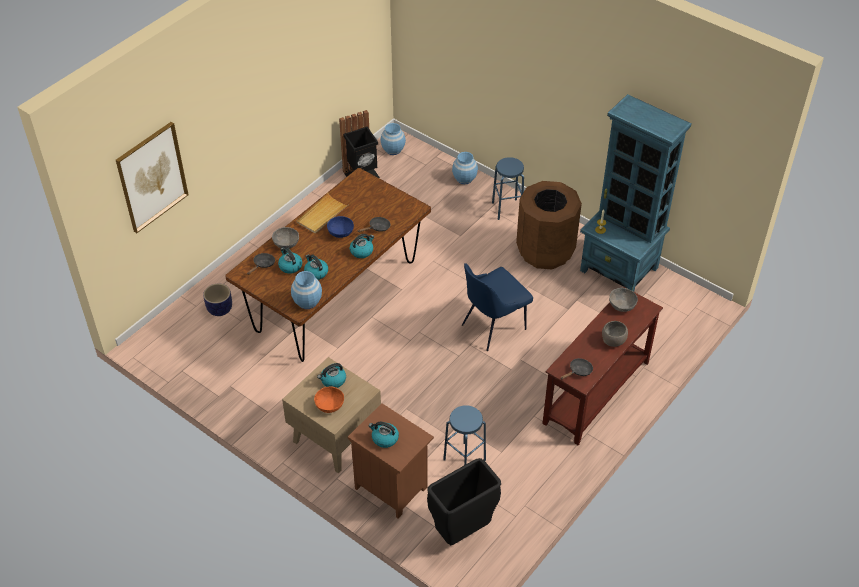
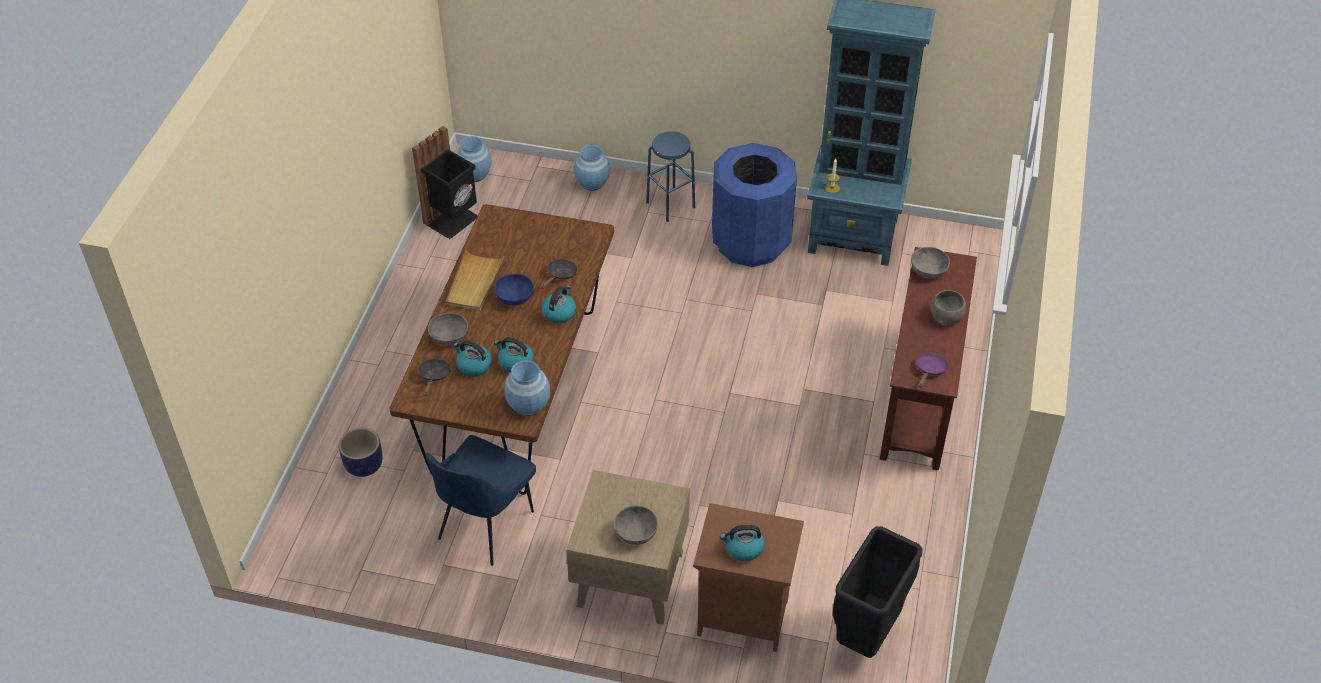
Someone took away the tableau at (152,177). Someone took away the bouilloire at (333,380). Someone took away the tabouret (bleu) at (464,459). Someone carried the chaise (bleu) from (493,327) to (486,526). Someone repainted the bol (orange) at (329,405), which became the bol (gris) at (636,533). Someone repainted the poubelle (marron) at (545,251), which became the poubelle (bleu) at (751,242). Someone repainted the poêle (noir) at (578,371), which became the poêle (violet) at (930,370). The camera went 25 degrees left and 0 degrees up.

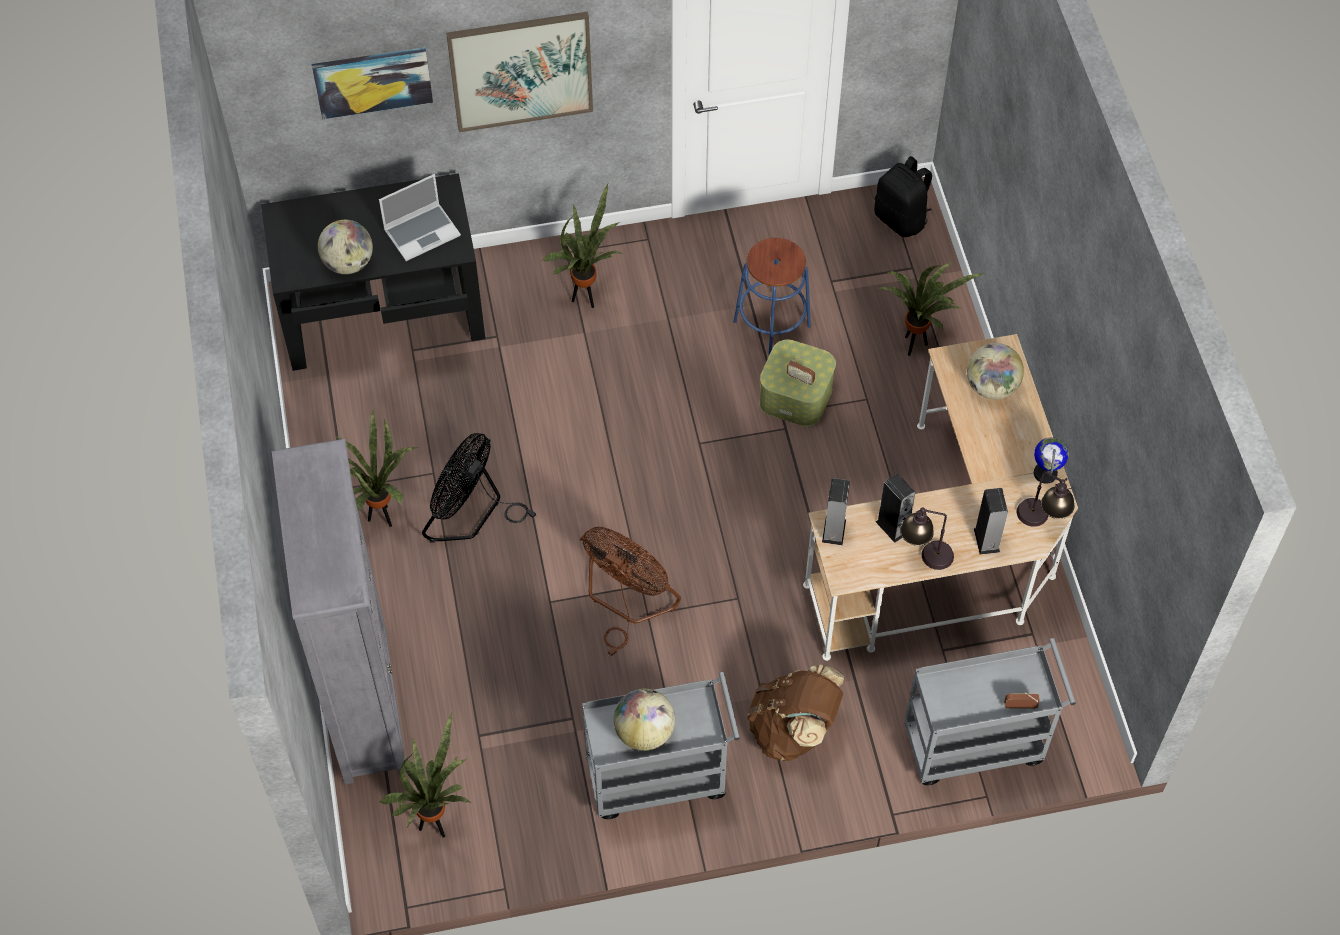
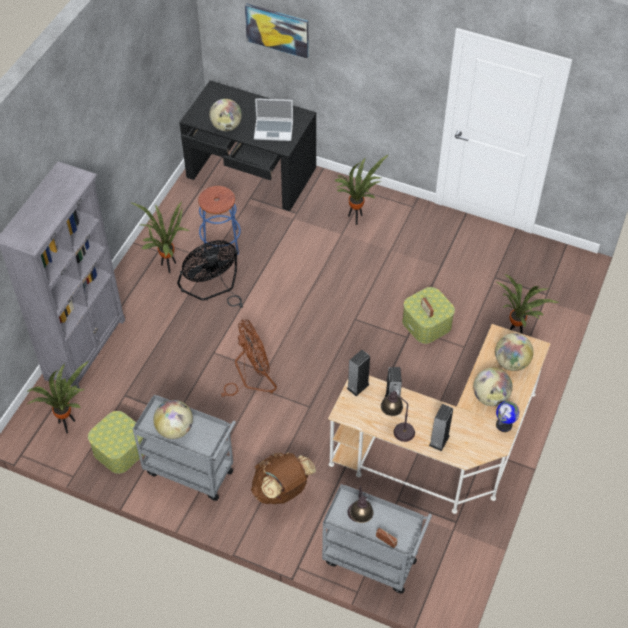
Someone took away the tableau at (521,70). Someone took away the sac à dos (noir) at (901,219). Someone put down the boîte de rangement at (119,450). Someone put down the globe at (490,397). Someone carried the tabouret (bleu) from (772,324) to (221,242). Someone carried the lampe de table from (1041,521) to (359,520). The camera went 35 degrees right and 5 degrees down.

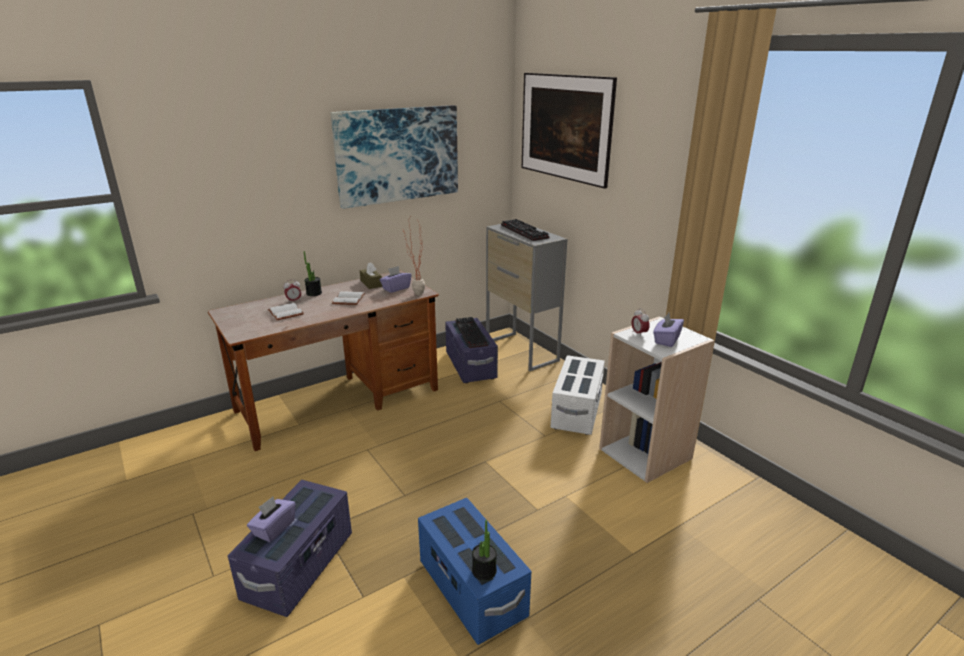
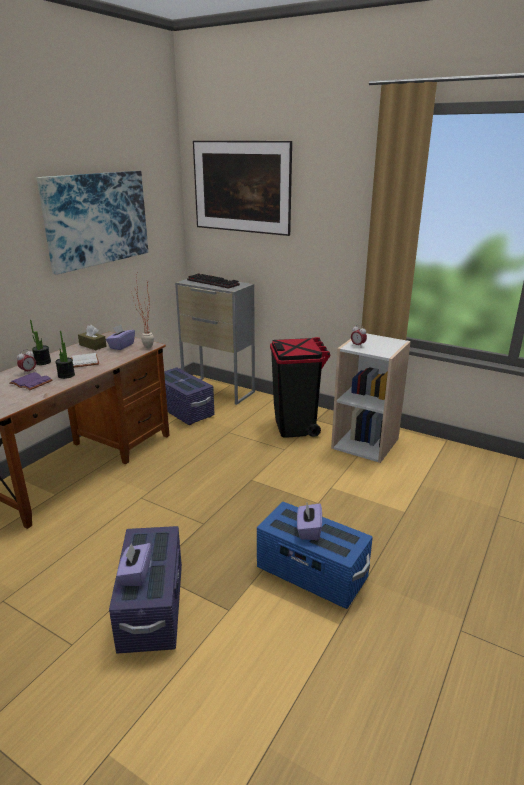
Someone took away the clavier at (469,333). Someone carried the plante en pot from (484,571) to (66,375). Someone carried the boîte à mouchoirs (violet) from (666,340) to (308,530). Someone swapped the boîte de rangement (blanc) at (577,411) for the poubelle (noir) at (295,426). Someone repainted the livre (blanc) at (284,313), which became the livre (violet) at (30,383). The camera went 25 degrees left and 0 degrees up.

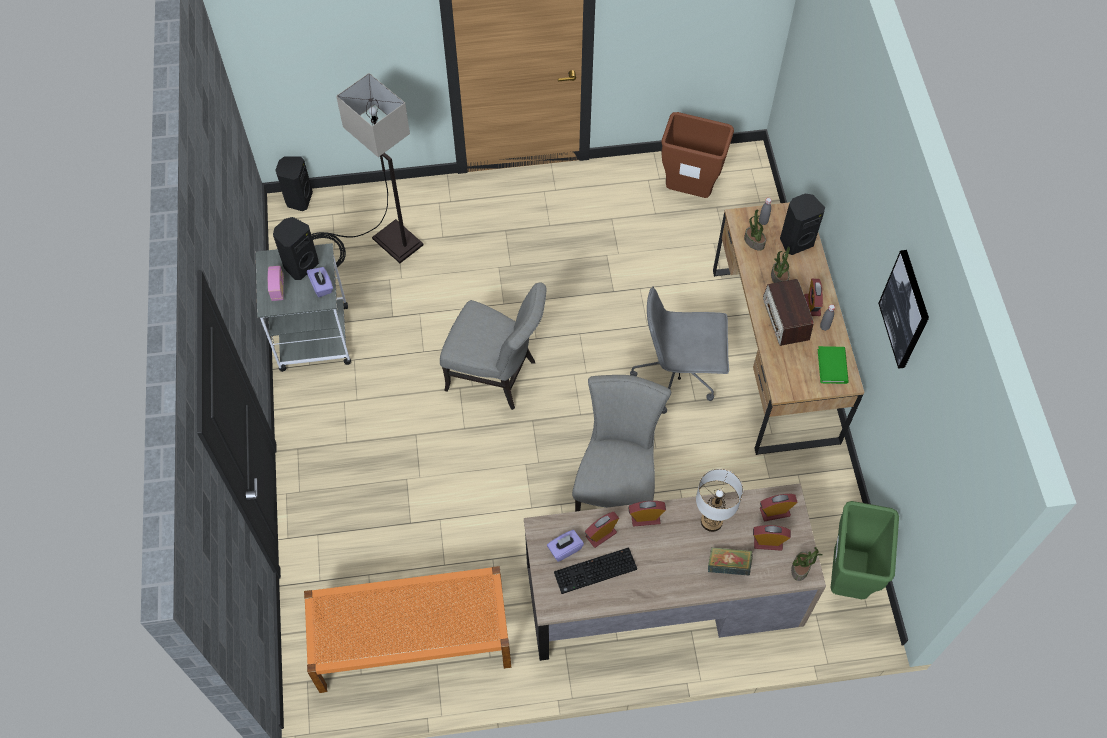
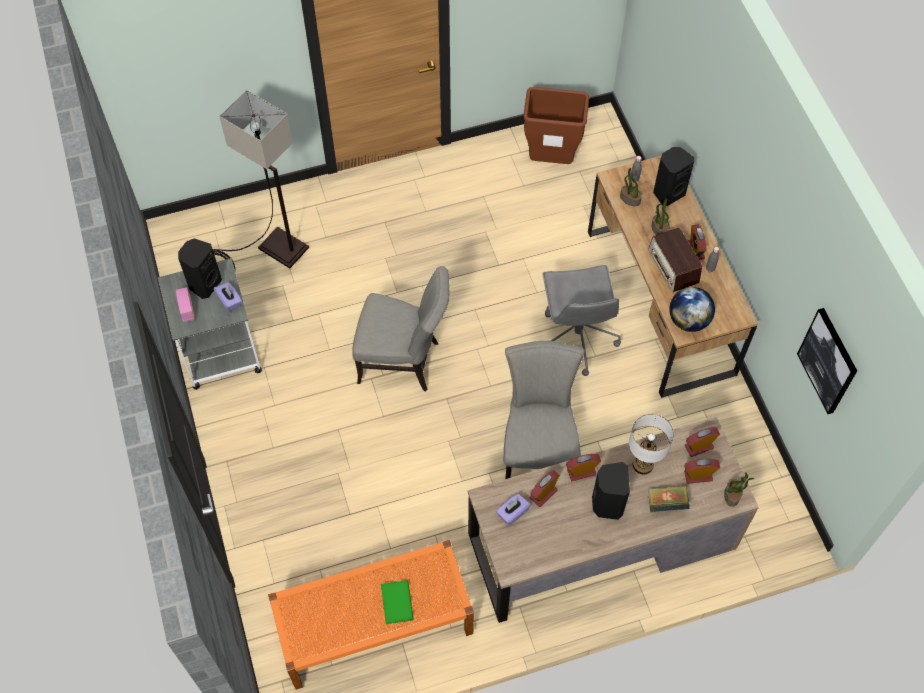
Someone took away the clavier at (595,572). Someone took away the poubelle (vert) at (847,579). Someone put down the globe at (688,320). Someone carried the enceinte (noir) from (298,199) to (606,504). Someone carried the livre (vert) from (832,366) to (397,603). Someone carried the tableau from (905,309) to (828,361). Someone rotated the chaise de bureau (gris) at (679,377) by 90 degrees counterclockwise. The camera went 10 degrees left and 0 degrees up.

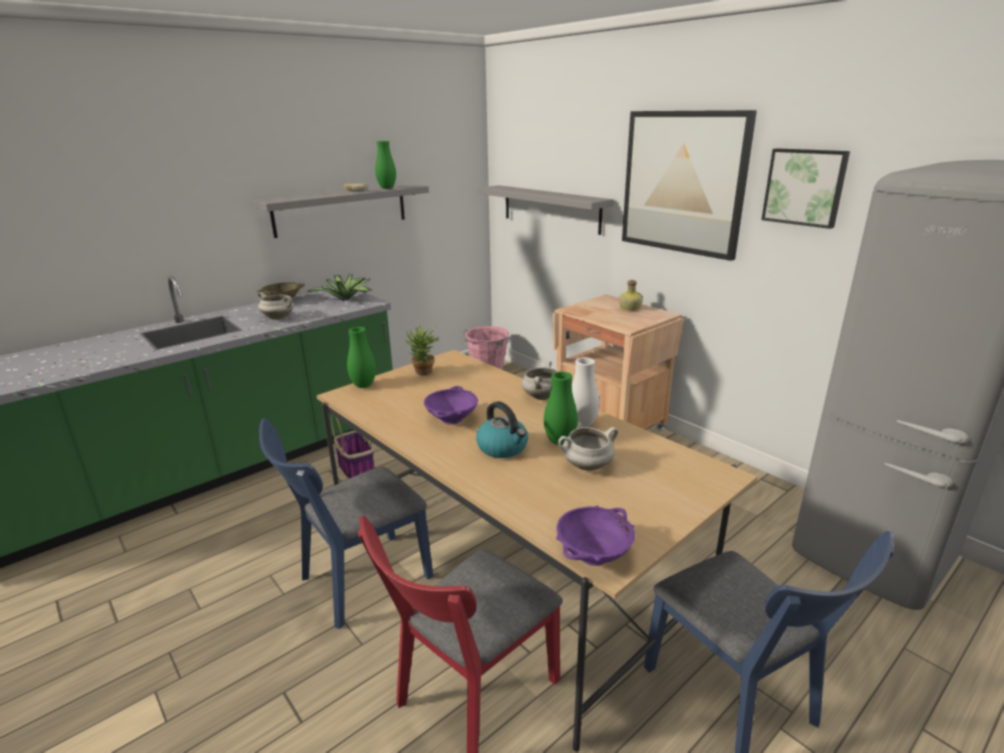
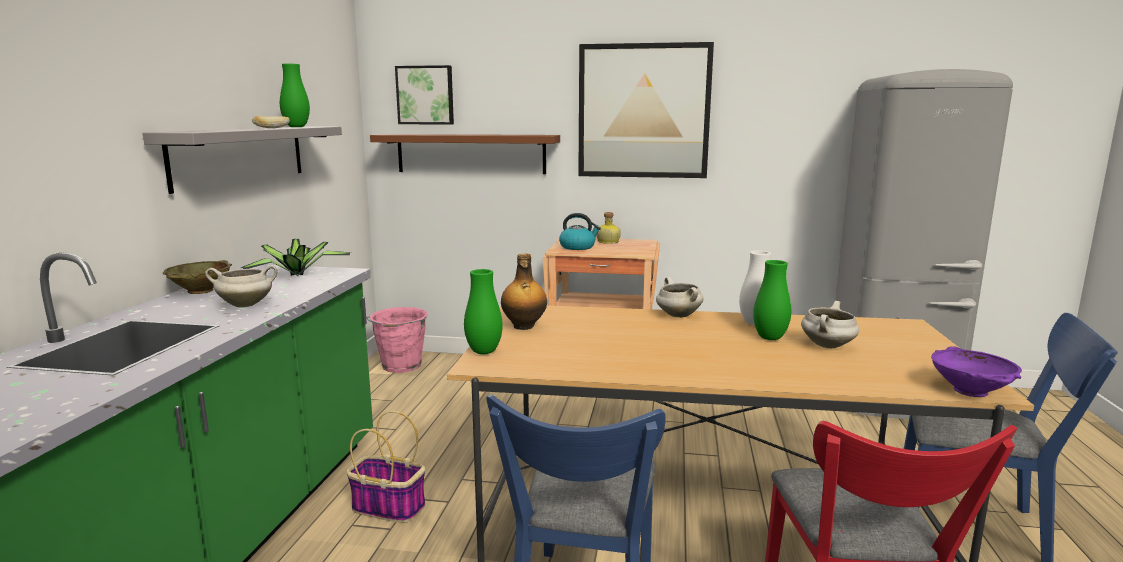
Someone took away the bol (violet) at (451,419). Someone carried the bouilloire from (503,448) to (578,247). Someone carried the tableau from (805,187) to (425,95). Someone swapped the plante en pot at (424,373) for the bouteille at (523,326). Someone repainted the étagère (gris) at (550,208), which became the étagère (marron) at (471,153). The camera went 40 degrees left and 10 degrees down.

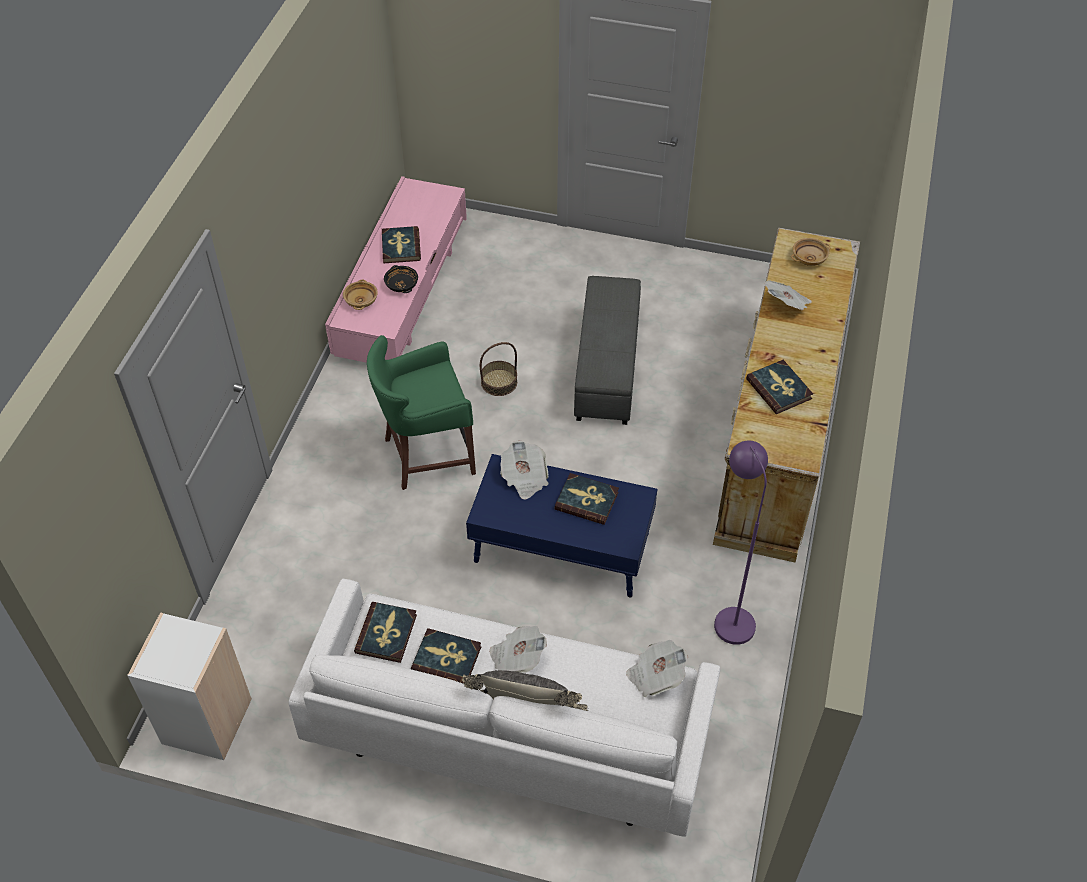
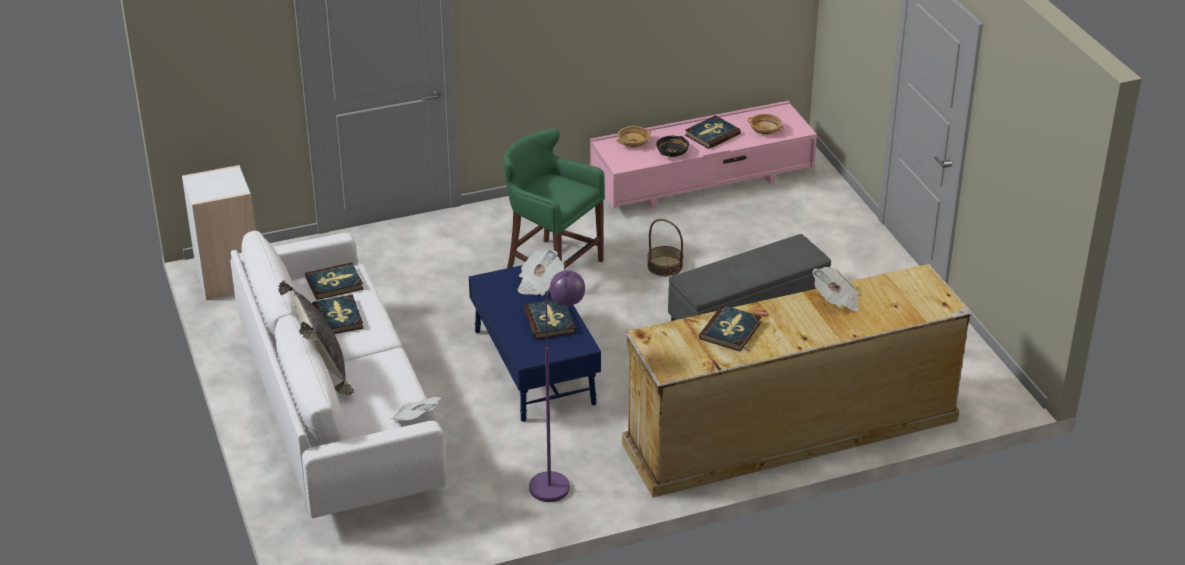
Someone took away the journal at (517,658). Someone carried the bol (beige) from (809,258) to (765,130). The camera went 55 degrees right and 15 degrees down.

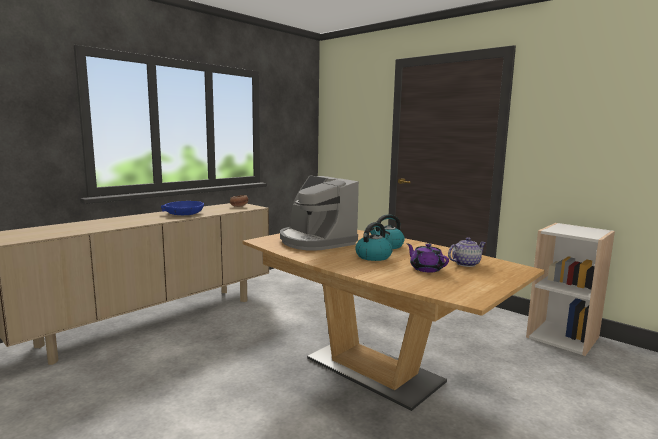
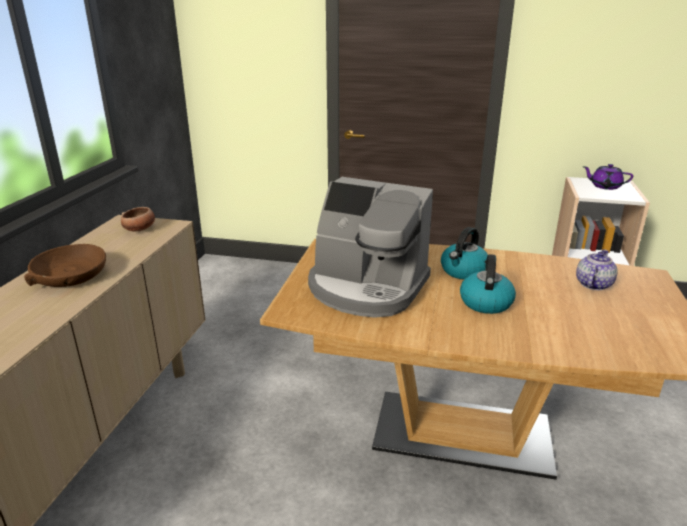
Someone carried the théière (violet) from (426,269) to (605,186). Someone repainted the bol (bleu) at (184,213), which became the bol (marron) at (71,276). The camera went 30 degrees left and 15 degrees up.

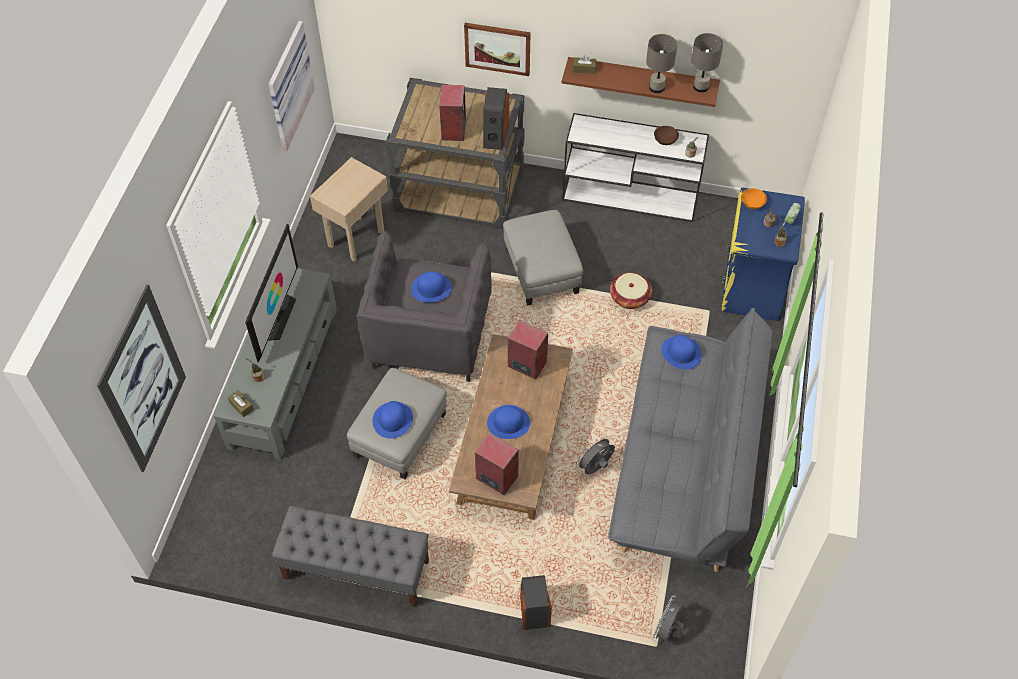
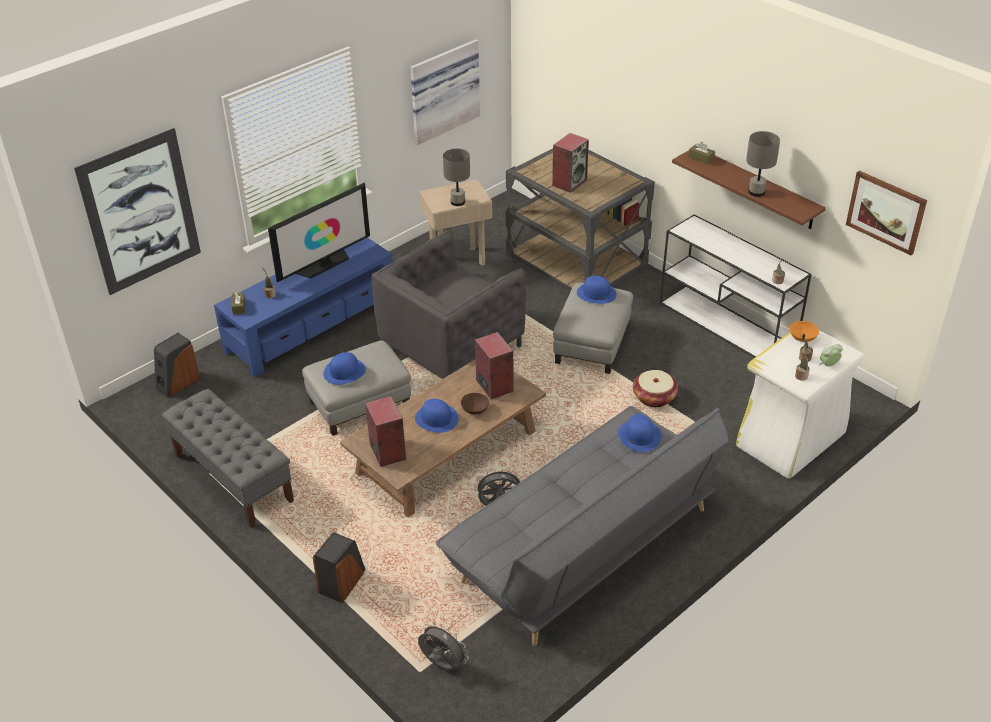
Someone carried the chapeau (bleu) from (431,288) to (596,293). Someone carried the tableau from (497,48) to (886,212). Someone carried the enceinte from (495,135) to (178,383). Someone carried the bol (marron) from (665,140) to (475,409). Someone carried the lampe de table (gris) from (701,87) to (458,202). Someone repainted the meuble télé (gris) at (285,377), which became the meuble télé (bleu) at (312,326). Someone repainted the table de chevet (bleu) at (753,283), which became the table de chevet (blanc) at (789,438). Someone rotated the ventilateur (gris) at (667,630) by 60 degrees clockwise. The camera went 35 degrees right and 15 degrees down.

